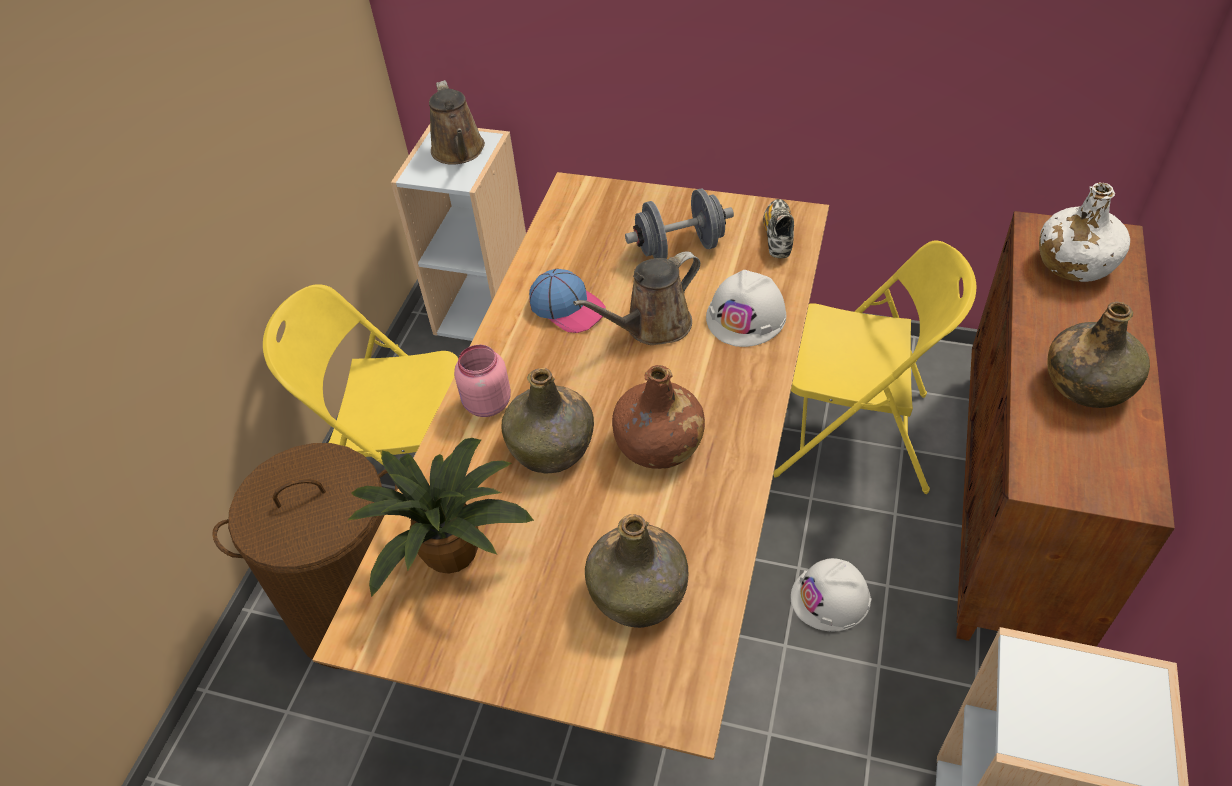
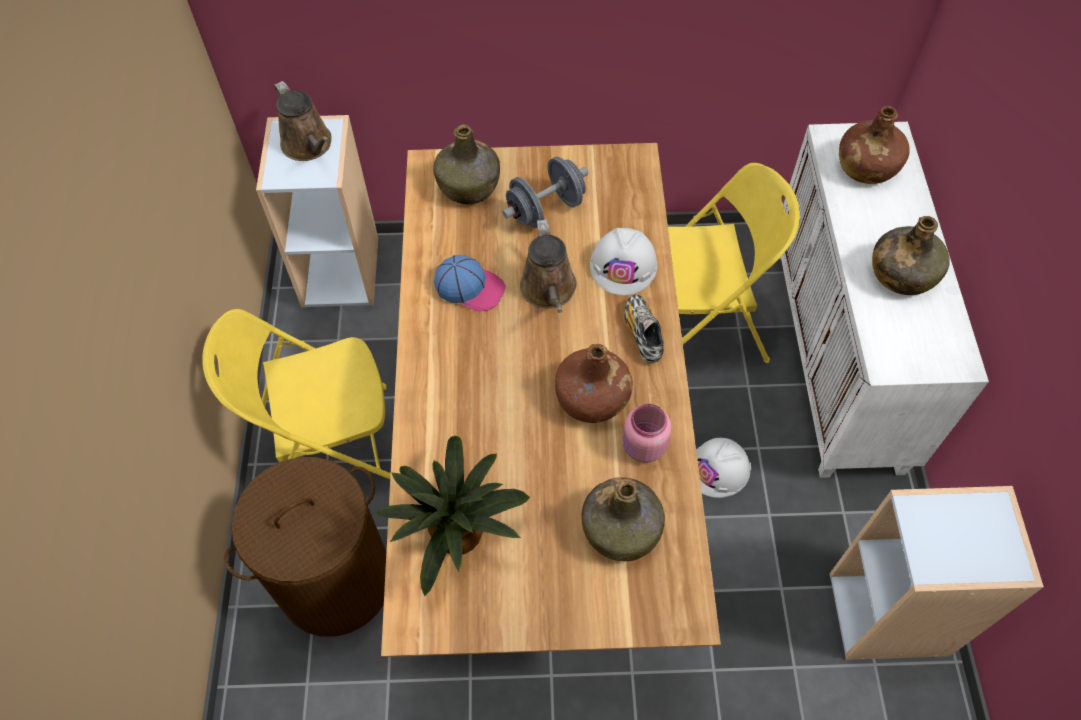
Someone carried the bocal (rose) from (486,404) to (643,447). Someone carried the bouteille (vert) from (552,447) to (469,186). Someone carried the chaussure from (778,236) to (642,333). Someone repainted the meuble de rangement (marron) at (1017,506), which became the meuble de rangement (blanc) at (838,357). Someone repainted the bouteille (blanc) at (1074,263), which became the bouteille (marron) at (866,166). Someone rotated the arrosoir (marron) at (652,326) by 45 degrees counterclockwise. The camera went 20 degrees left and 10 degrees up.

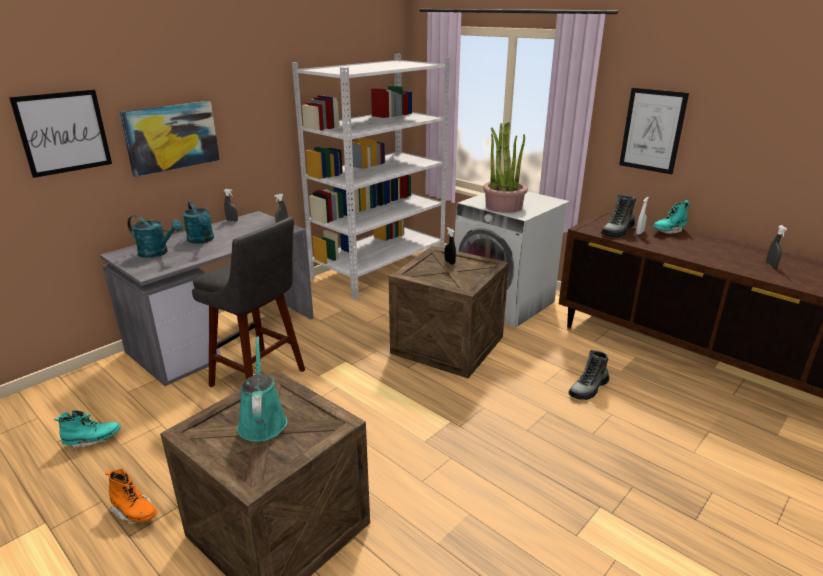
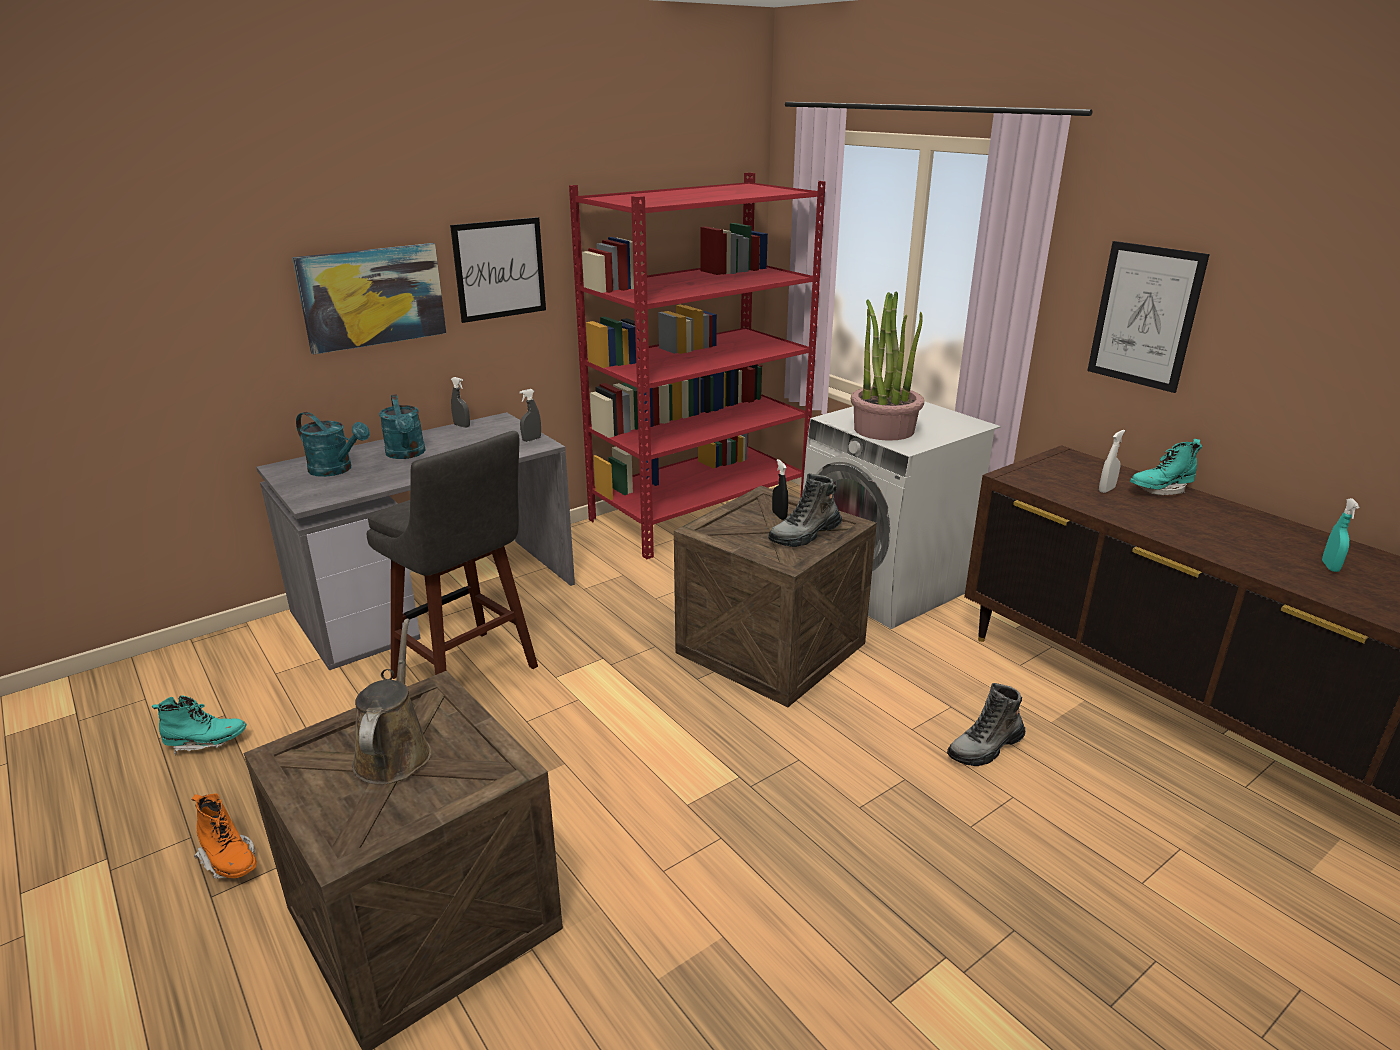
Someone carried the tableau from (63,132) to (499,269). Someone carried the botte from (617,231) to (805,535). Someone repainted the arrosoir (turquoise) at (262,421), which became the arrosoir (marron) at (394,752). Someone repainted the bibliothèque (blanc) at (379,268), which became the bibliothèque (rouge) at (699,512). Someone repainted the vaporisateur (gris) at (771,265), which became the vaporisateur (turquoise) at (1330,566). The camera went 10 degrees right and 0 degrees up.

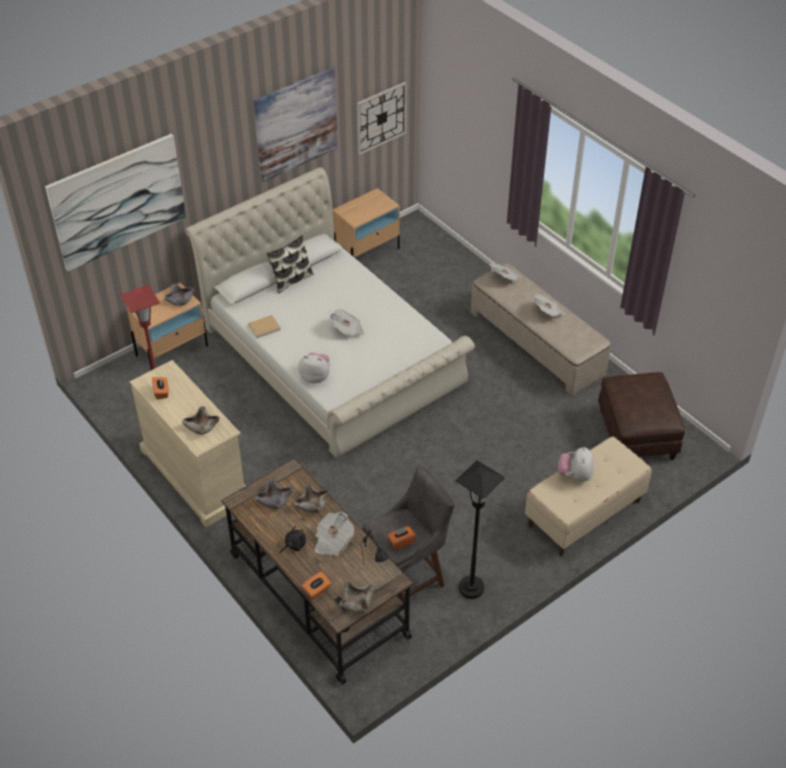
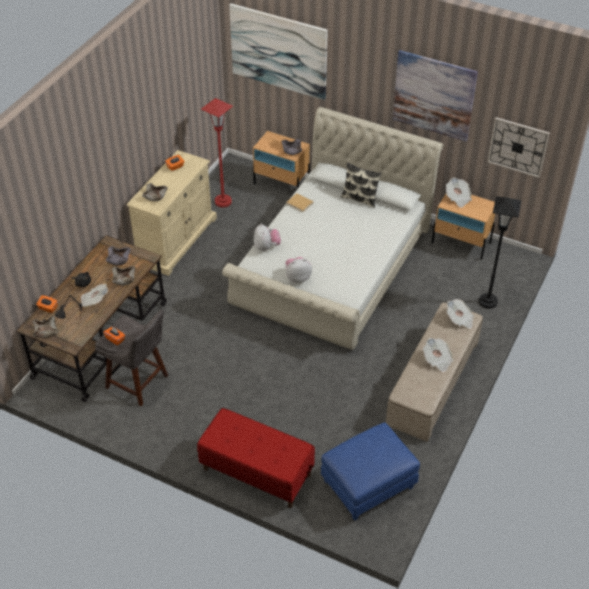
Someone carried the journal from (348,330) to (457,198). Someone carried the lampadaire (noir) from (471,588) to (488,301). Someone carried the peluche from (575,475) to (297,277). Someone repainted the banc (beige) at (584,514), which became the banc (rouge) at (256,472). Someone repainted the pouf (marron) at (637,435), which became the pouf (bleu) at (368,485). The camera went 65 degrees right and 0 degrees up.

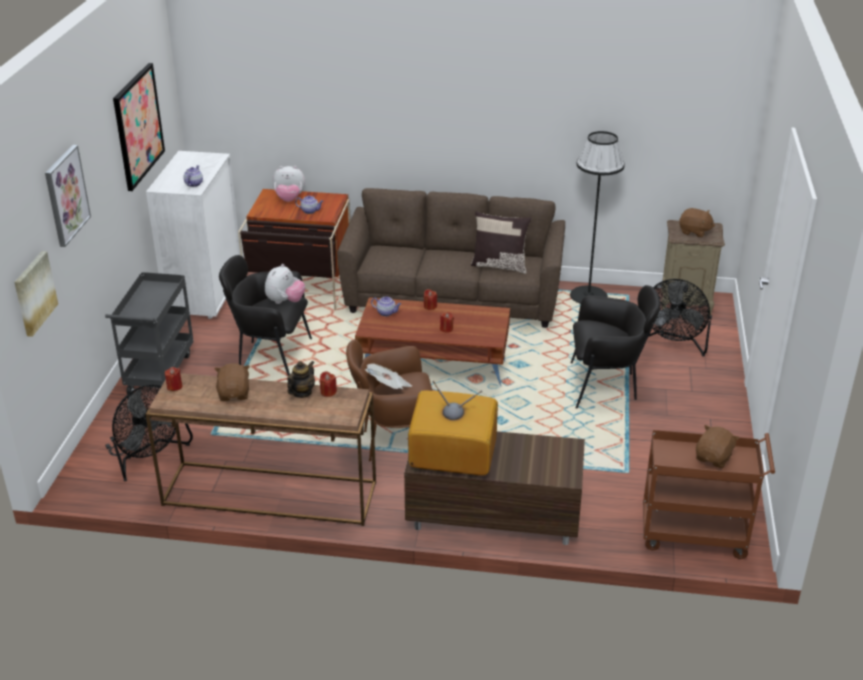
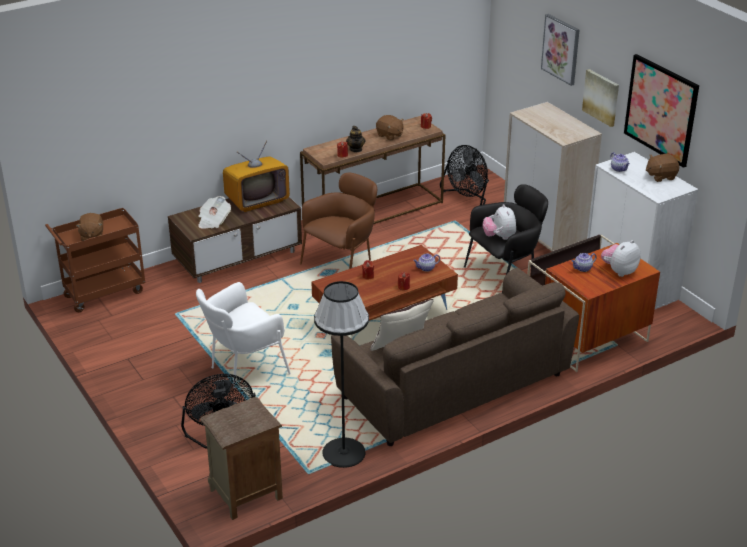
Someone carried the tableau from (34,293) to (601,97). Someone carried the journal from (388,387) to (213,221). Someone carried the peluche (marron) from (694,232) to (660,176). Someone swapped the chariot (gris) at (159,376) for the meuble de rangement (beige) at (545,233). Someone repainted the fauteuil (noir) at (607,386), which became the fauteuil (blanc) at (243,368). Someone rotated the ventilateur (noir) at (145,457) by 45 degrees counterclockwise. The camera went 140 degrees right and 0 degrees up.

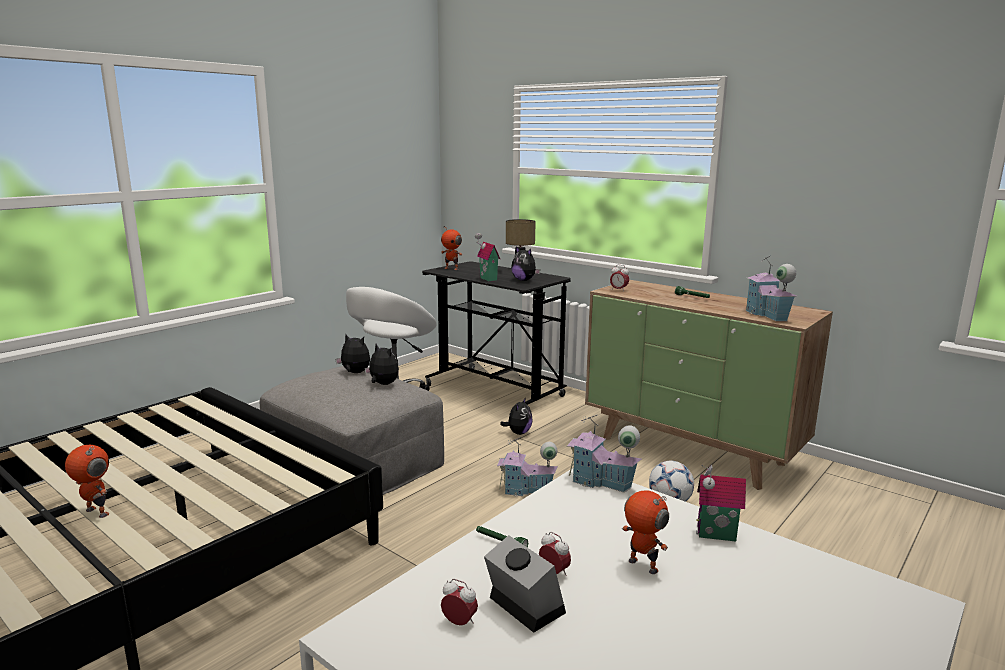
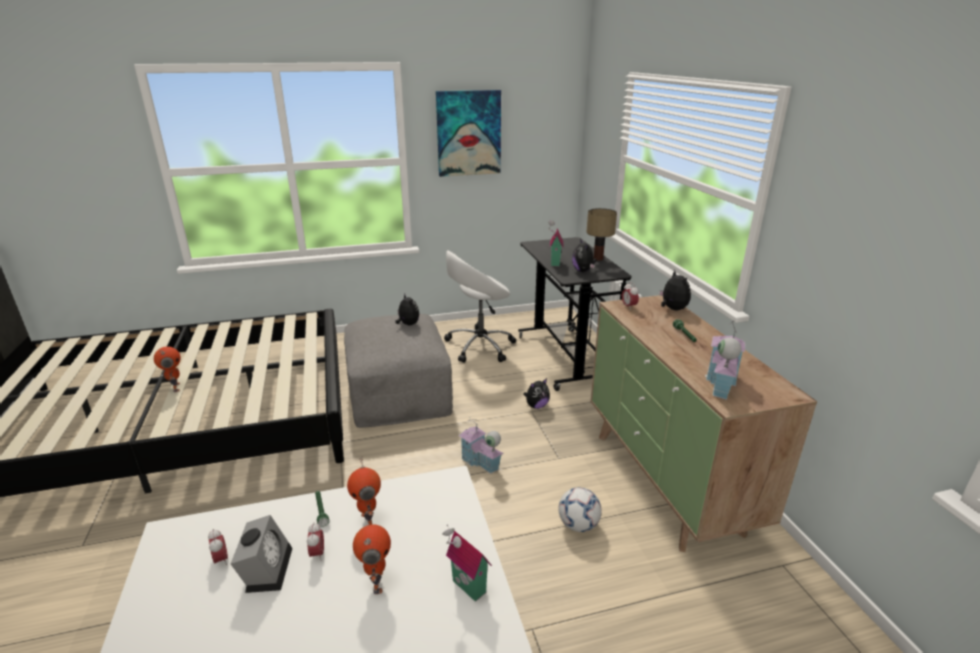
Someone took away the maison miniature at (601,482). Someone put up the tableau at (468,133). Someone carried the peluche from (382,384) to (672,309). Someone carried the robot jouet from (452,268) to (369,520). The camera went 35 degrees right and 10 degrees up.

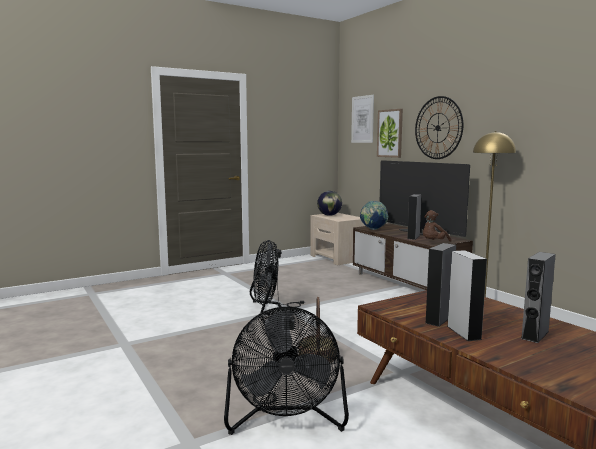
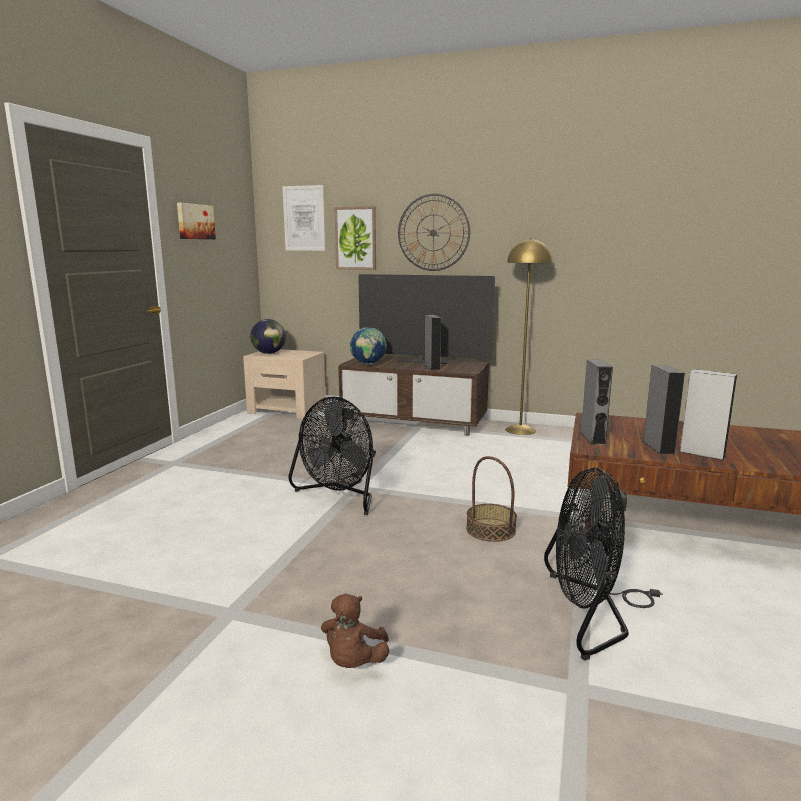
Someone put up the tableau at (195,221). Someone carried the peluche (marron) from (433,243) to (354,662). Someone carried the enceinte (gris) from (535,335) to (592,438). Someone rotated the ventilateur (noir) at (282,419) by 135 degrees clockwise. The camera went 40 degrees left and 5 degrees up.

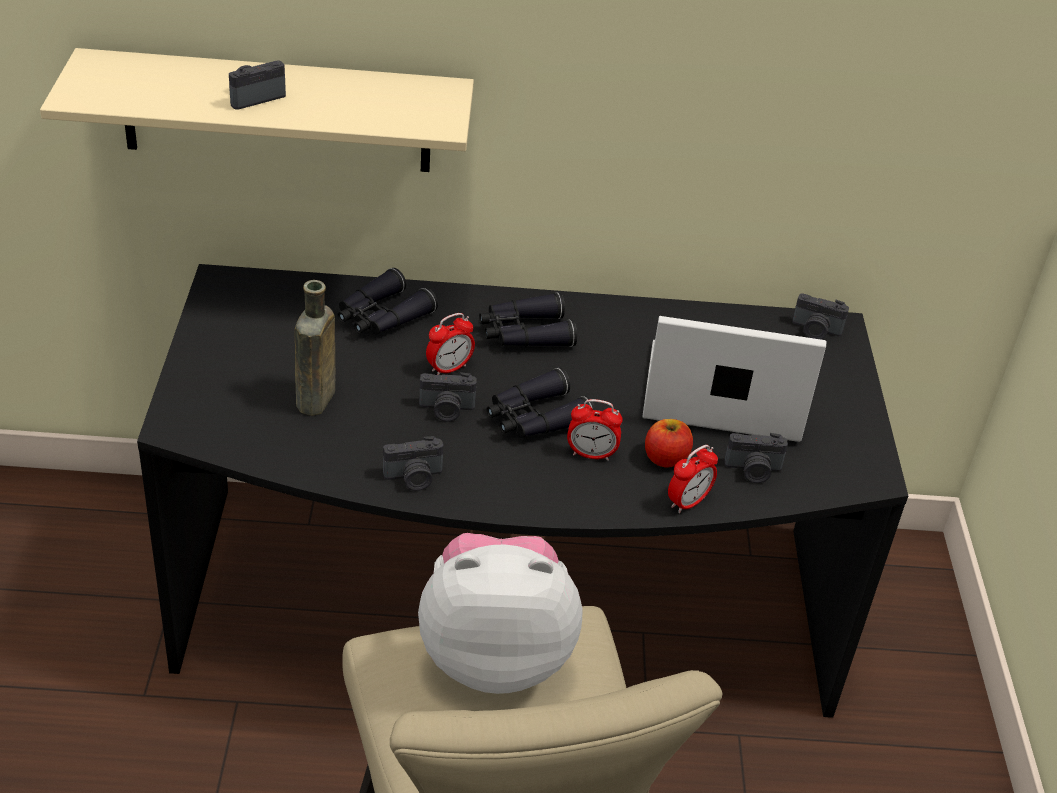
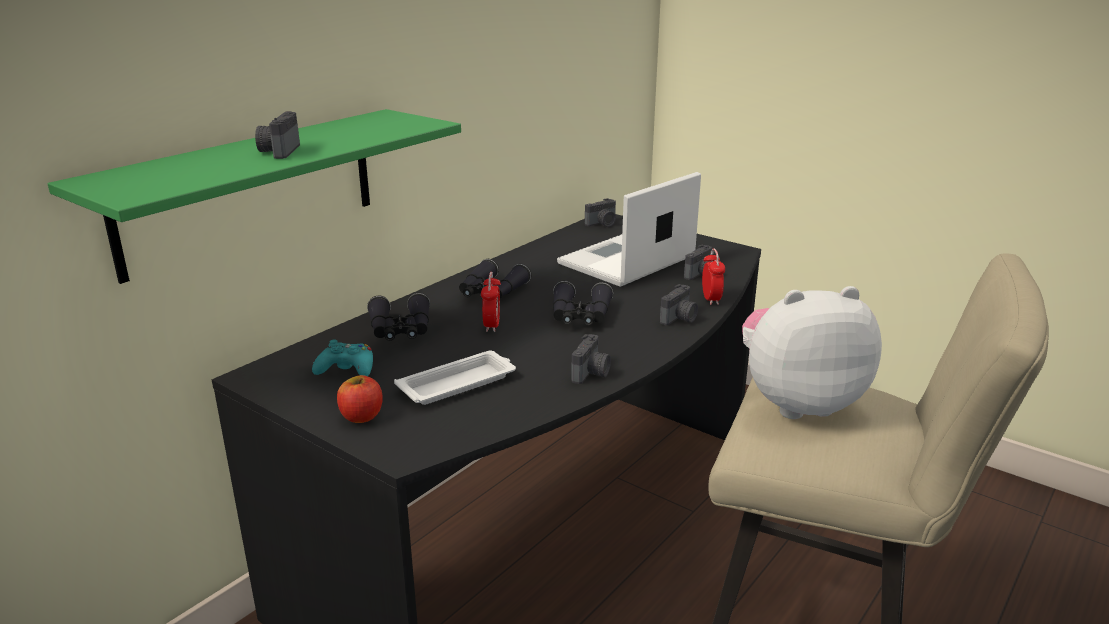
Someone took away the réveil at (591,454). Someone put down the manette (turquoise) at (346,369). Someone carried the appareil photo from (446,410) to (680,318). Someone carried the pomme from (665,458) to (361,416). Someone swapped the bouteille (marron) at (315,402) for the plateau (blanc) at (459,383). Someone repainted the étagère (beige) at (277,112), which became the étagère (vert) at (250,190). Someone rotated the peluche at (495,654) by 45 degrees clockwise. The camera went 50 degrees left and 15 degrees down.

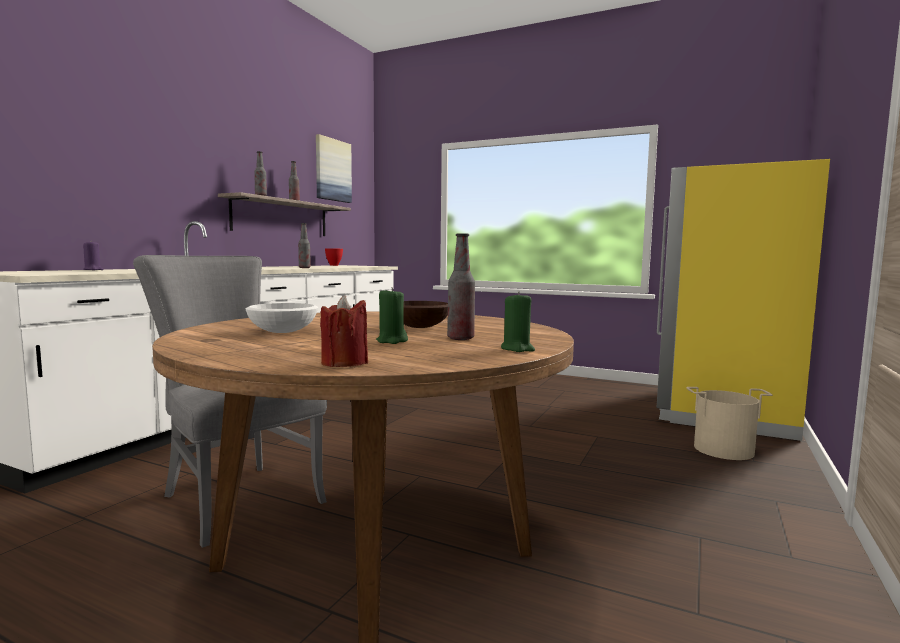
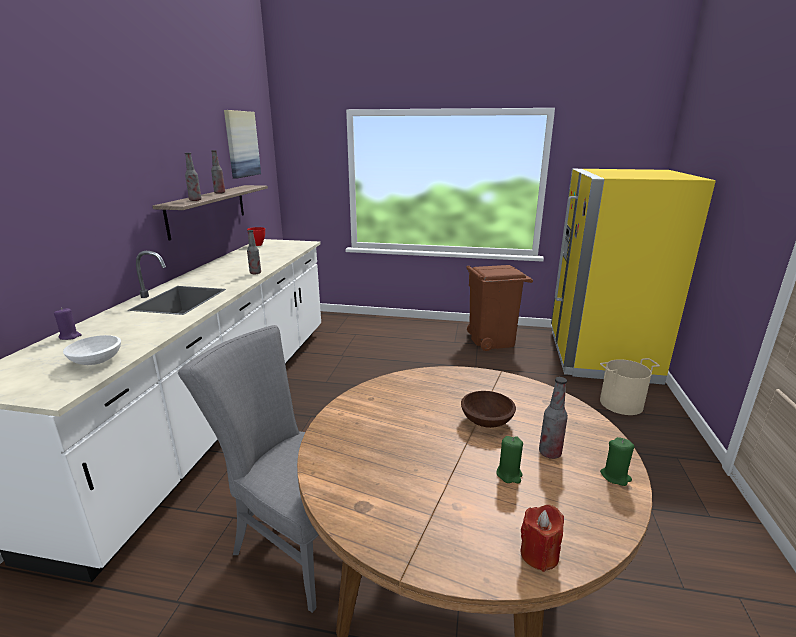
Someone put down the poubelle (marron) at (492,340). Someone carried the bol (blanc) from (284,331) to (98,361). The camera went 15 degrees left and 15 degrees up.

